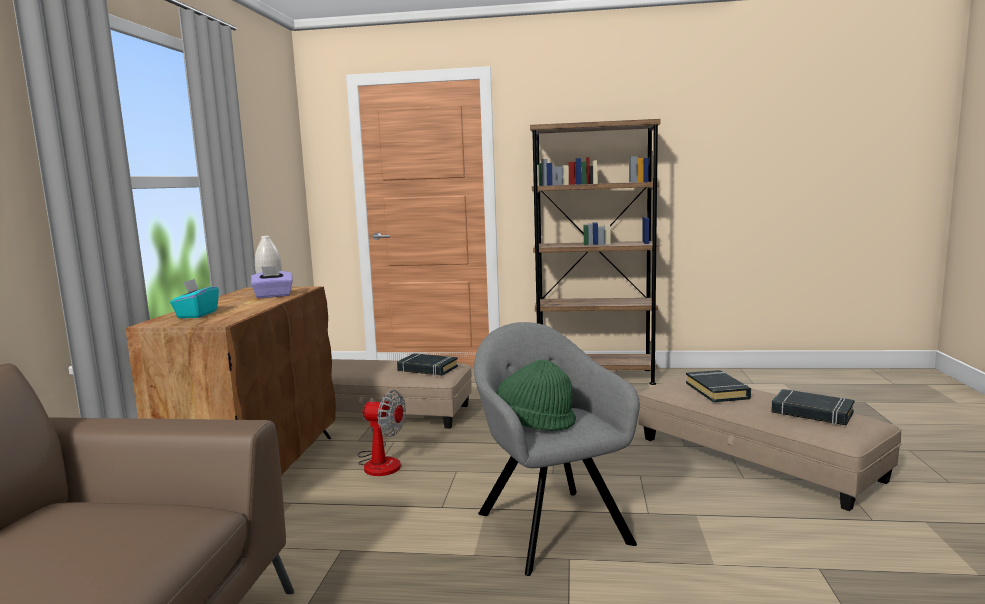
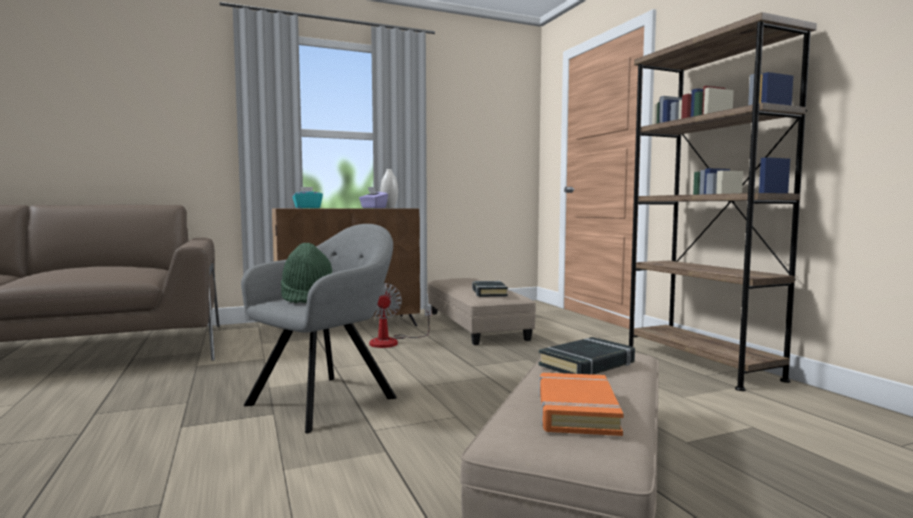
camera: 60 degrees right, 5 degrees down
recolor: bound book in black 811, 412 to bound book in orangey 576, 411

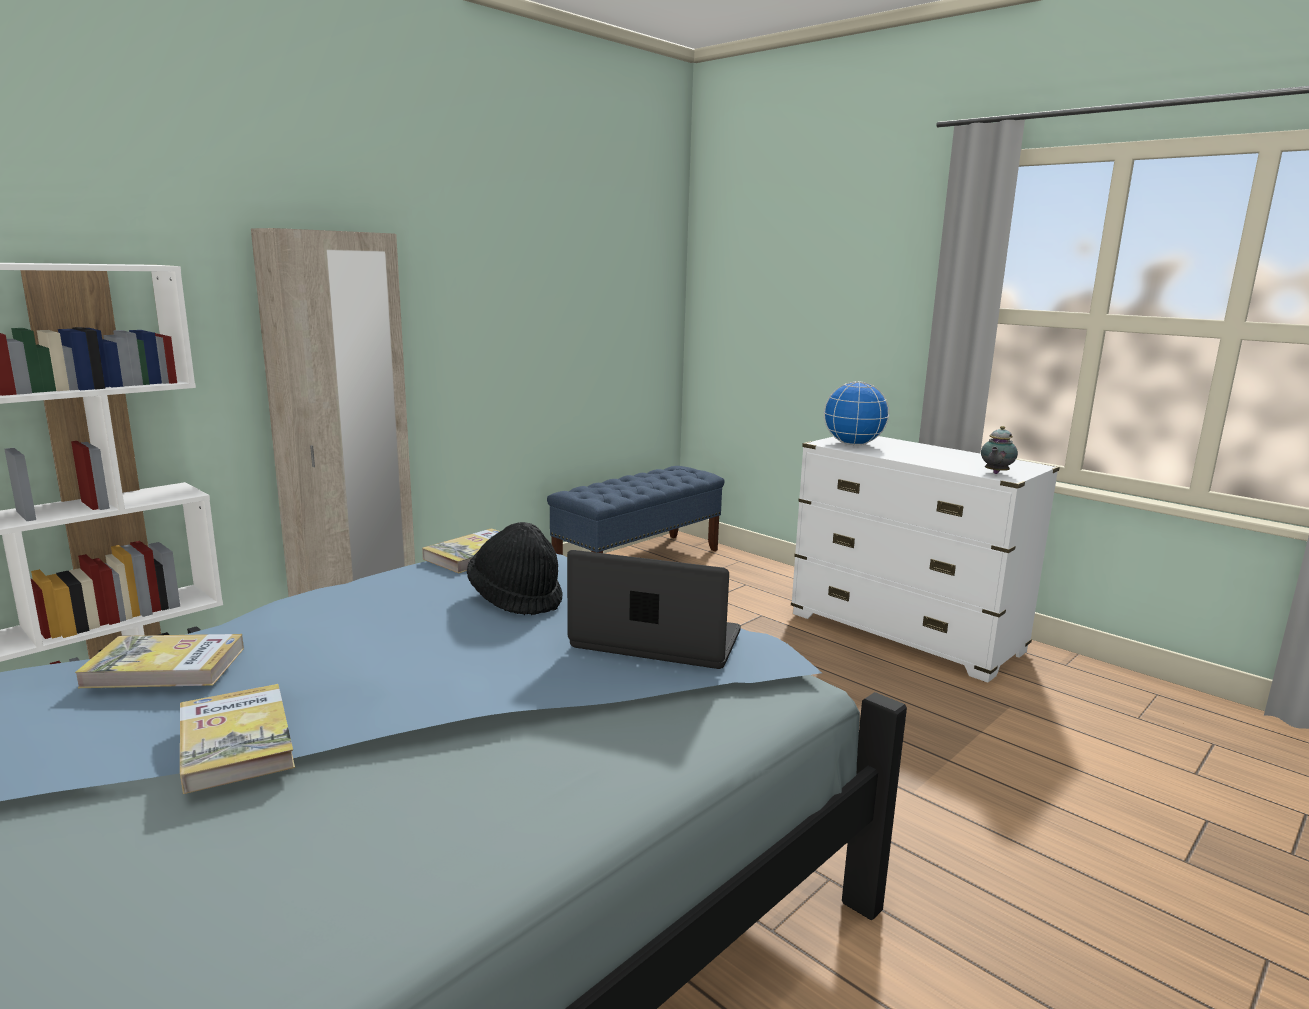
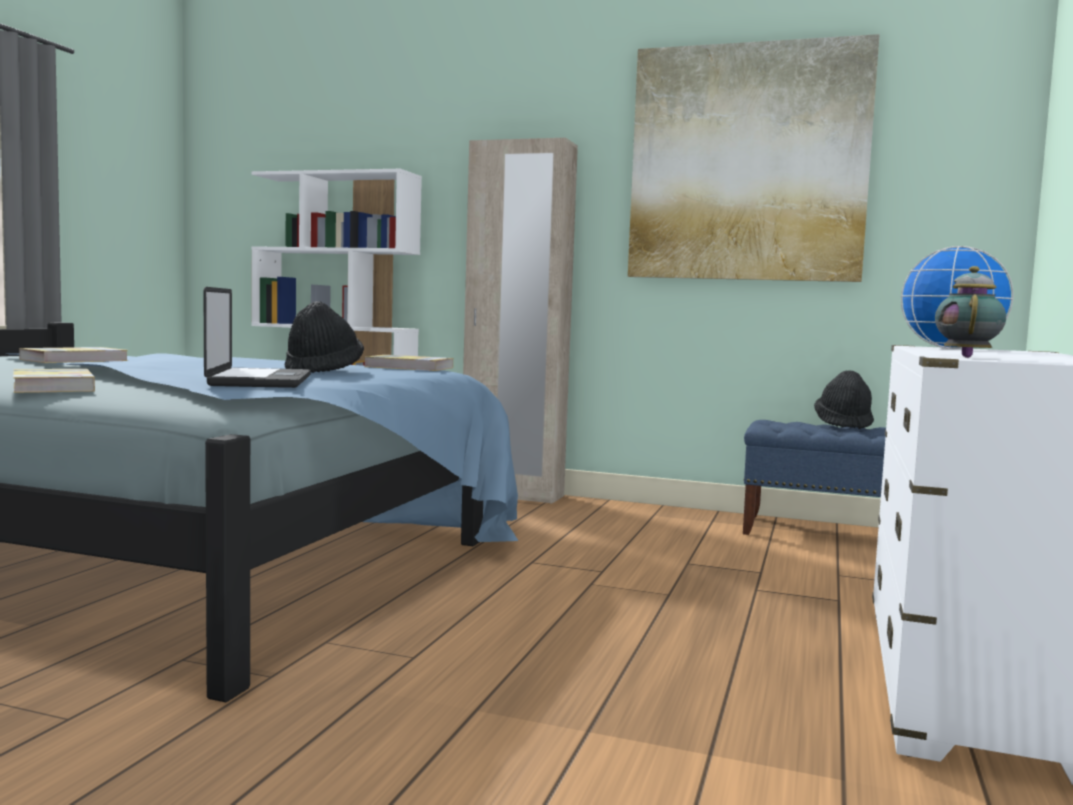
camera: 65 degrees right, 10 degrees down
insert: wall art 747, 163; clothing hat in black 843, 424
move: bound book 165, 667 to 53, 387
rotate: tea pot 995, 473 = 967, 357 105 degrees clockwise

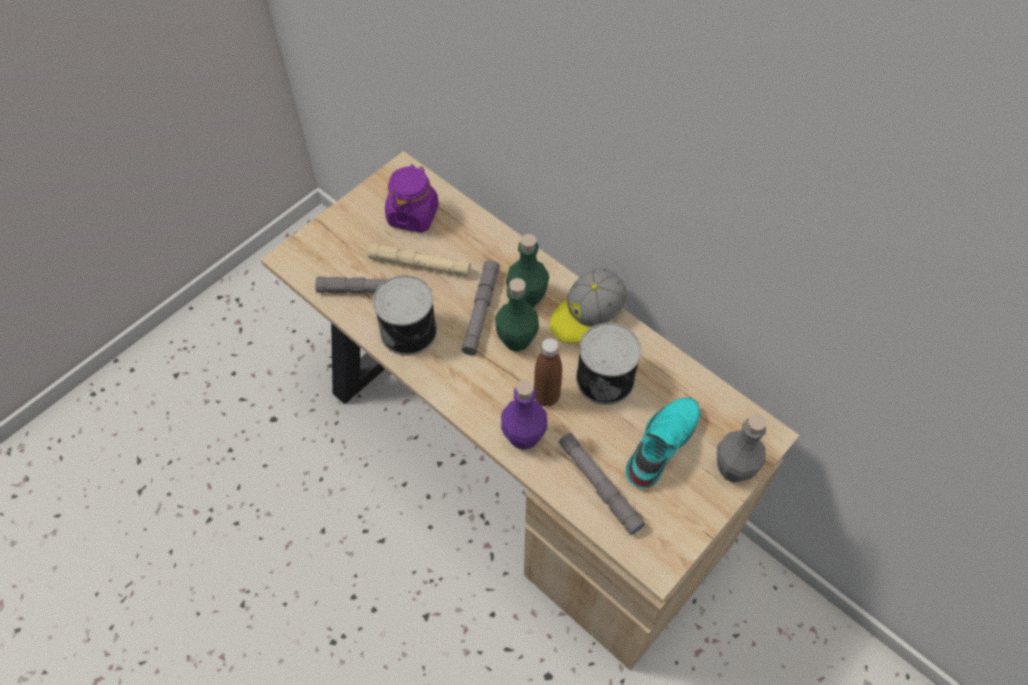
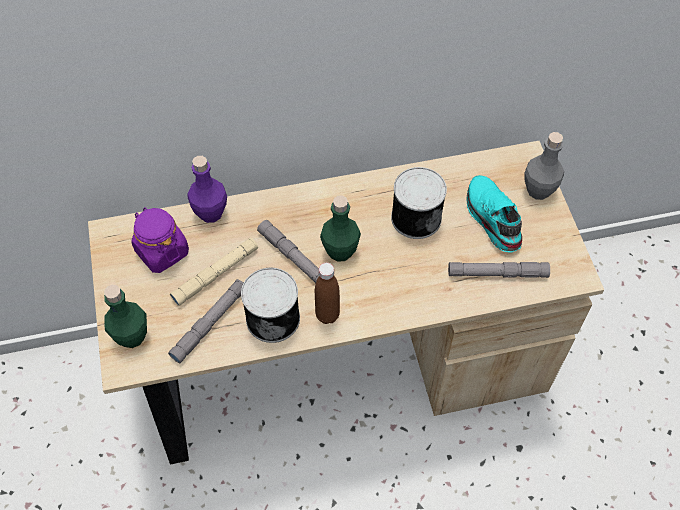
camera: 55 degrees left, 0 degrees up
delete: cap 587, 315
move: beverage bottle in purplish 523, 436 to 211, 213; beverage bottle in greenish 527, 297 to 132, 336; beverage bottle in brown-coloured 546, 396 to 327, 315

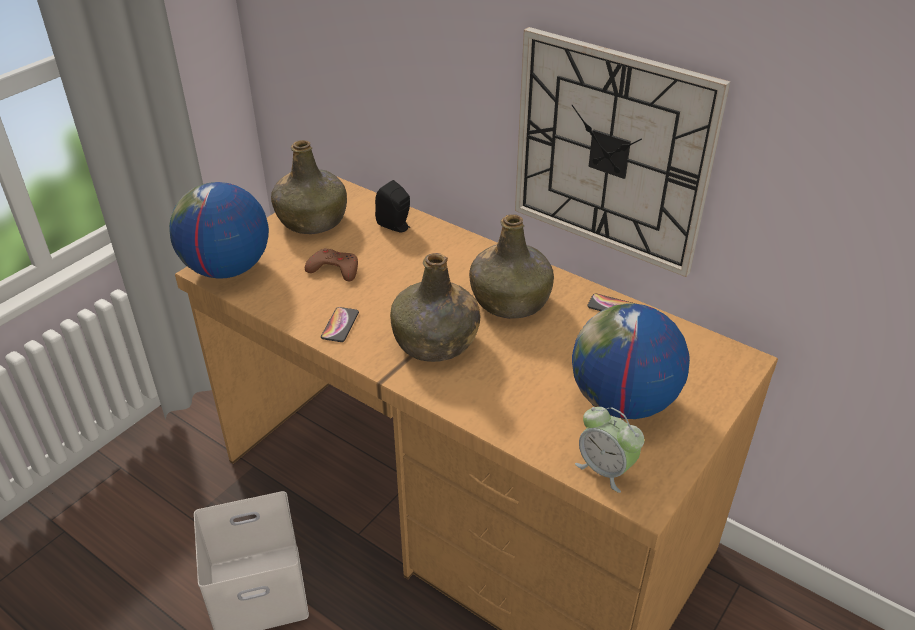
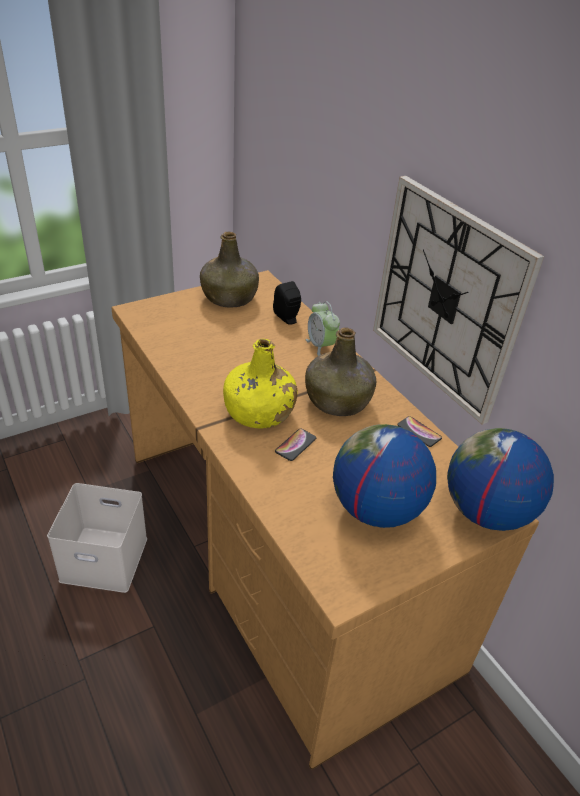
camera: 20 degrees right, 0 degrees up
delete: gamepad in brown-coloured 334, 269
move: desk globe 227, 269 to 486, 512; phone 340, 325 to 295, 445; bedside clock 605, 469 to 321, 346
recolor: beverage bottle in greenish 435, 342 to beverage bottle in yellowish 259, 412

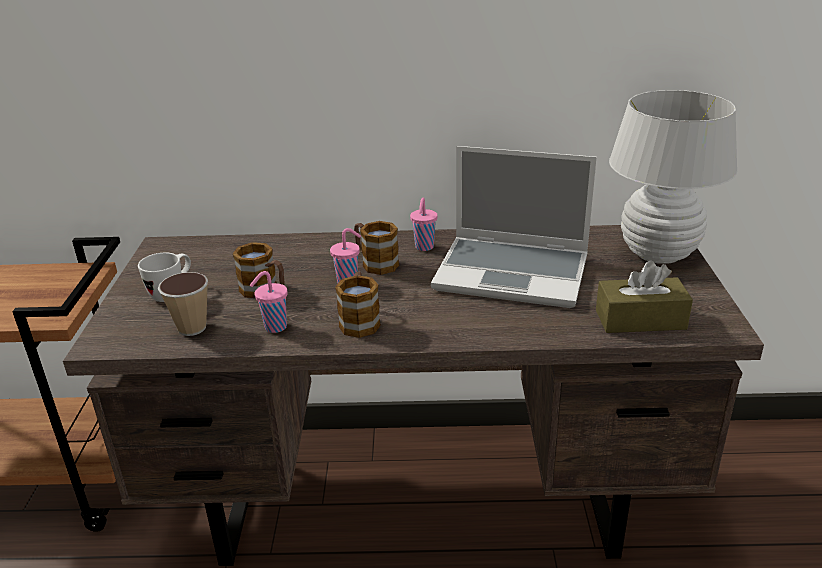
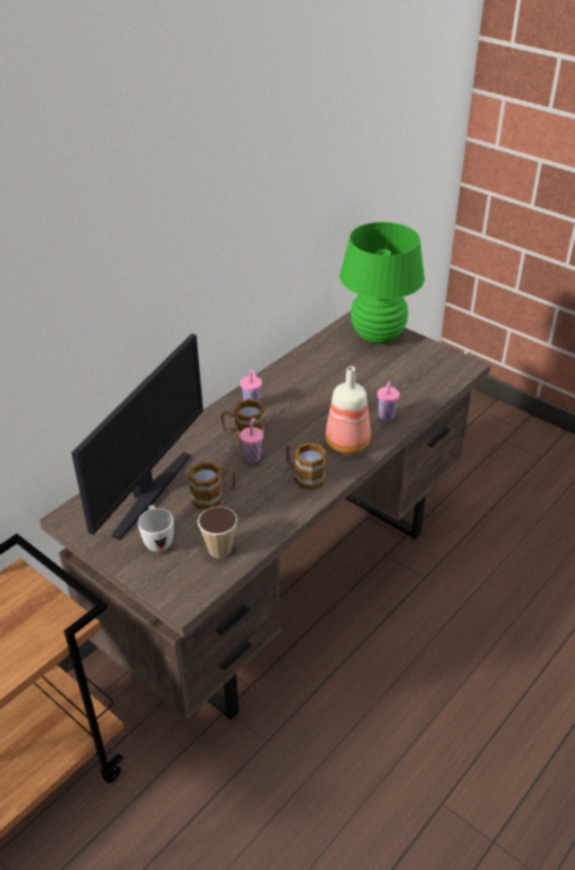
camera: 50 degrees left, 10 degrees up
delete: laptop 514, 273; tissue holder in brown-coloured 640, 319
insert: computer screen 149, 493; beverage bottle 347, 442
move: drinking cup in pink 274, 327 to 386, 417
recolor: lamp for a table in white 658, 254 to lamp for a table in greenish 377, 335

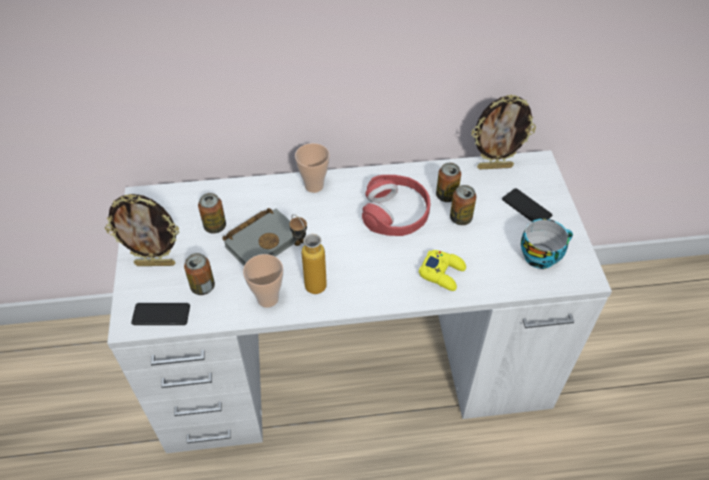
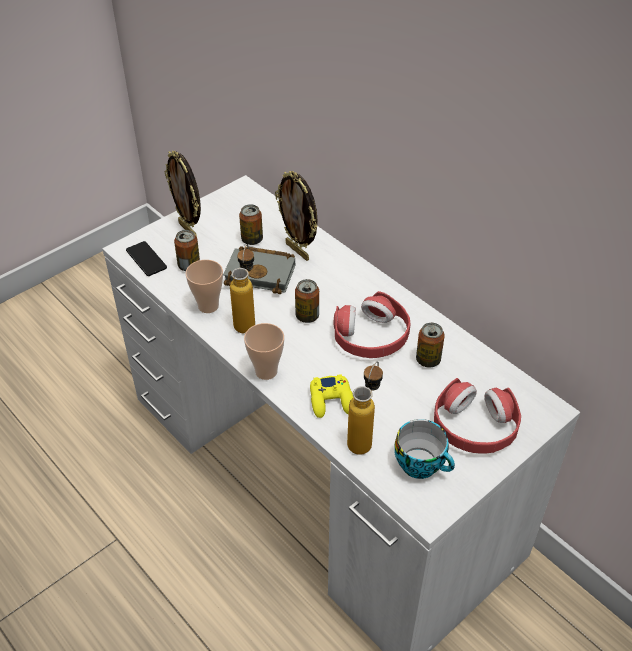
camera: 55 degrees right, 5 degrees down
insert: beverage bottle 364, 438
move: drinking cup 314, 186 to 266, 371; metal can 460, 218 to 307, 316; standing frame 494, 166 to 298, 251
replace: phone 526, 207 to pair of headphones in reddish 474, 426

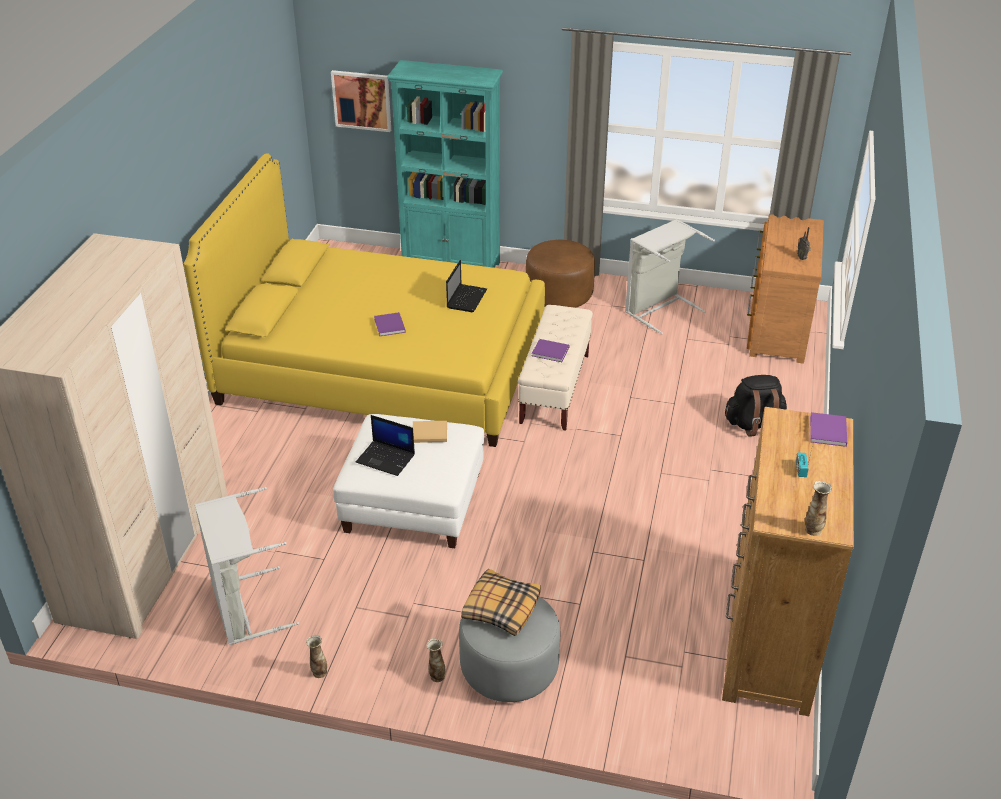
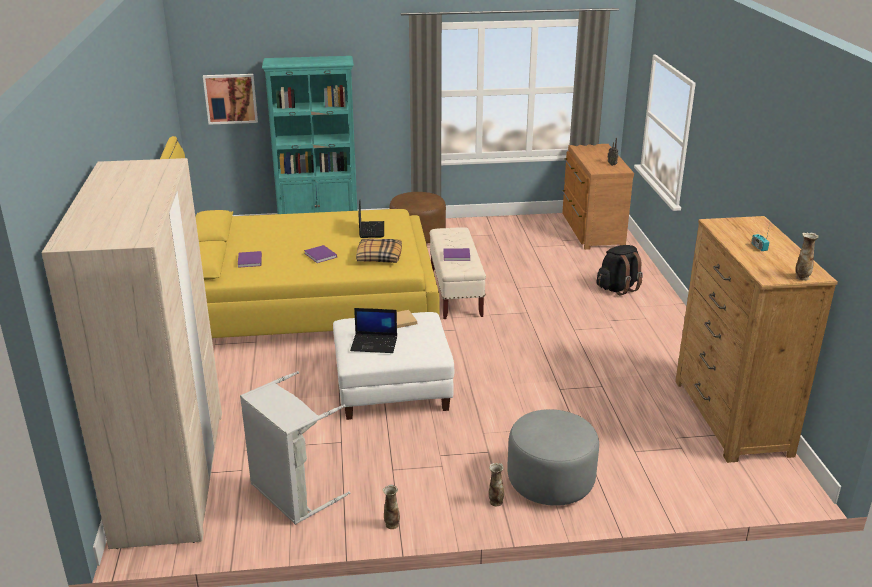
camera: 20 degrees left, 10 degrees down
delete: washing basket in gray 659, 309
move: cushion 500, 608 to 379, 257; bound book in purplish 828, 432 to 249, 261

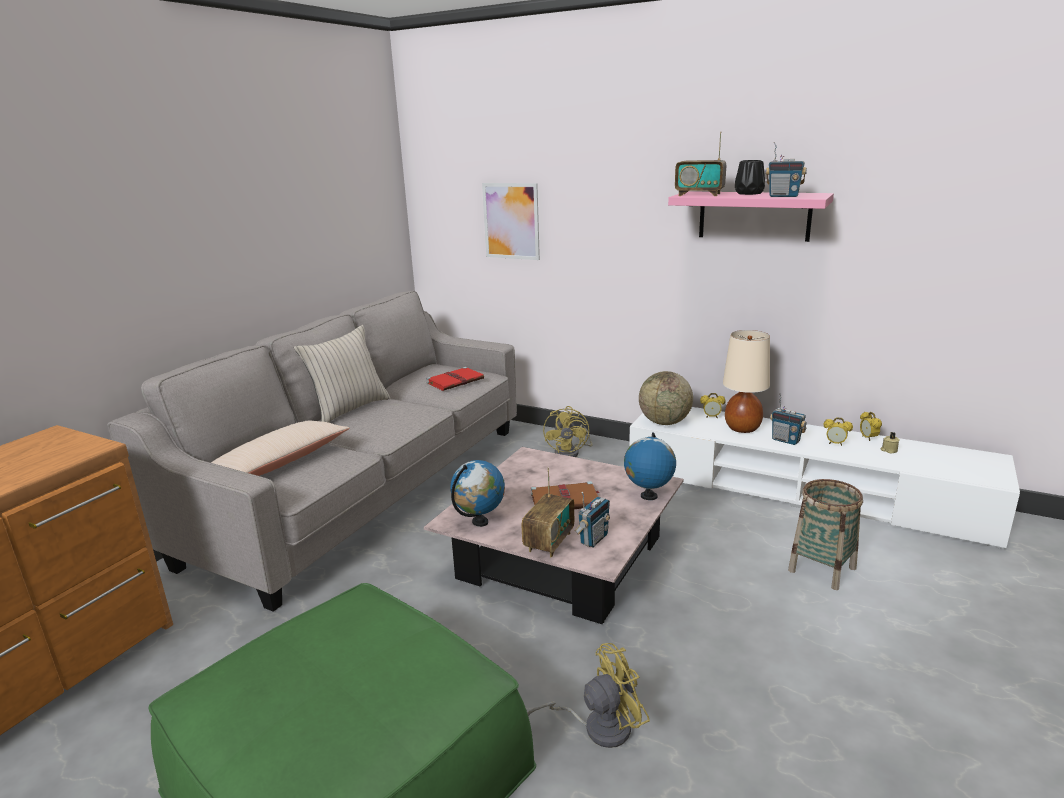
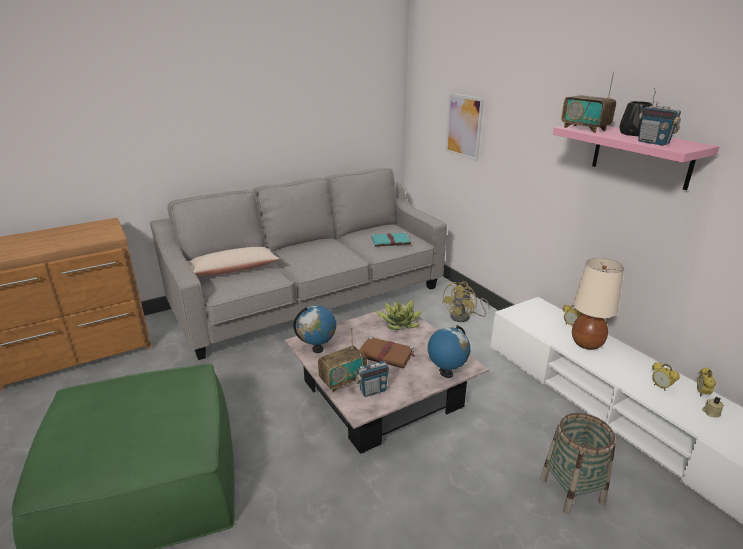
camera: 30 degrees right, 5 degrees up
delete: cushion in beige-coloured 349, 409; fan in yellowish 598, 727; desk globe 664, 422; radio receiver 786, 440
insert: plant in a pot 399, 324
recolor: bound book in reddish 456, 381 to bound book in turquoise 391, 241

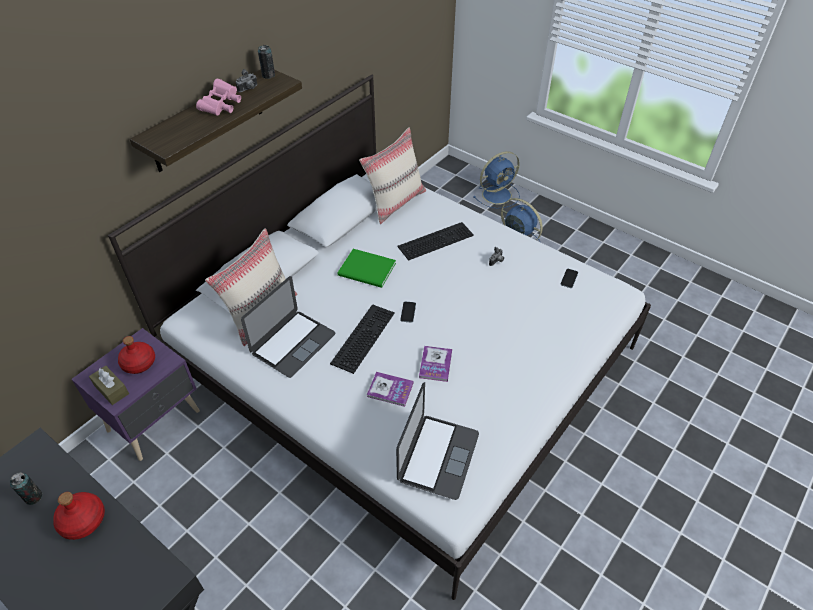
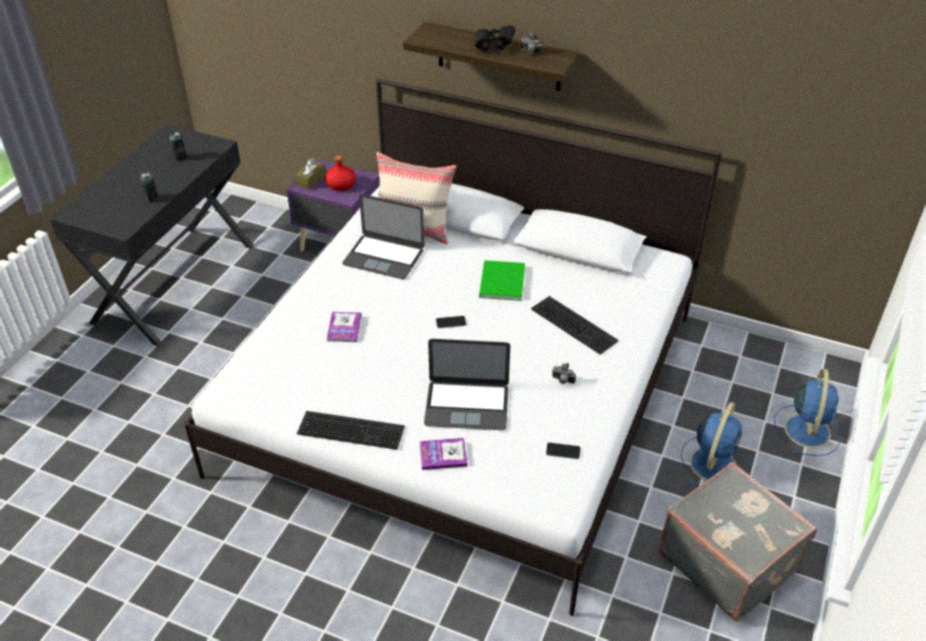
camera: 75 degrees right, 5 degrees down
delete: beverage bottle in reddish 83, 520; cushion in beige-coloured 395, 202
insert: piece of luggage in gray 728, 560
move: metal can 268, 75 to 152, 198; PC keyboard 362, 336 to 352, 429; laptop 438, 456 to 467, 405; bound book 435, 364 to 443, 455
recolor: field glasses in pink 222, 106 to field glasses in black 493, 47
rotate: fan in blue-coloured 498, 194 = 807, 429 120 degrees counterclockwise

